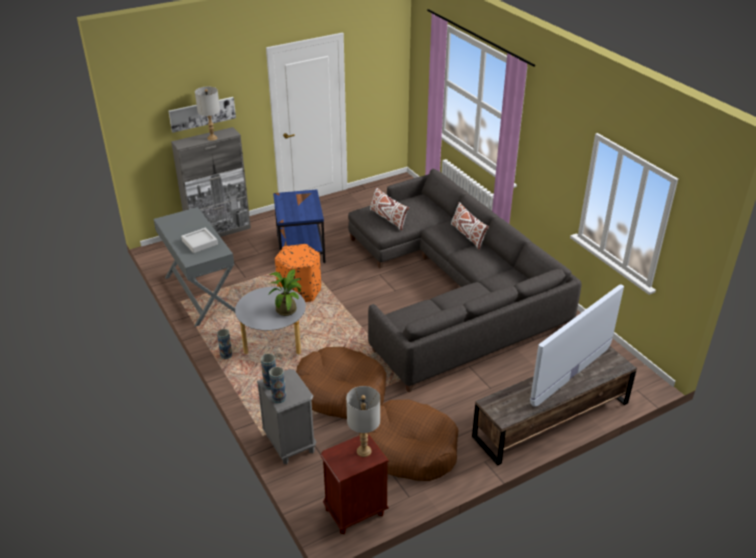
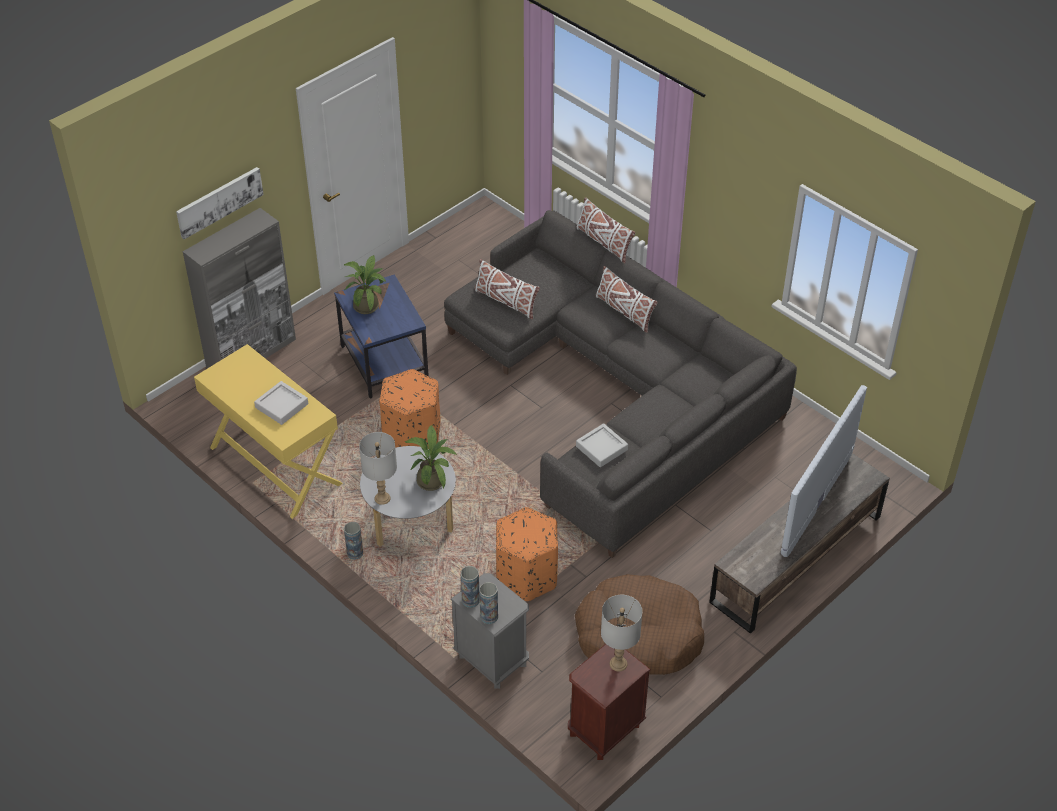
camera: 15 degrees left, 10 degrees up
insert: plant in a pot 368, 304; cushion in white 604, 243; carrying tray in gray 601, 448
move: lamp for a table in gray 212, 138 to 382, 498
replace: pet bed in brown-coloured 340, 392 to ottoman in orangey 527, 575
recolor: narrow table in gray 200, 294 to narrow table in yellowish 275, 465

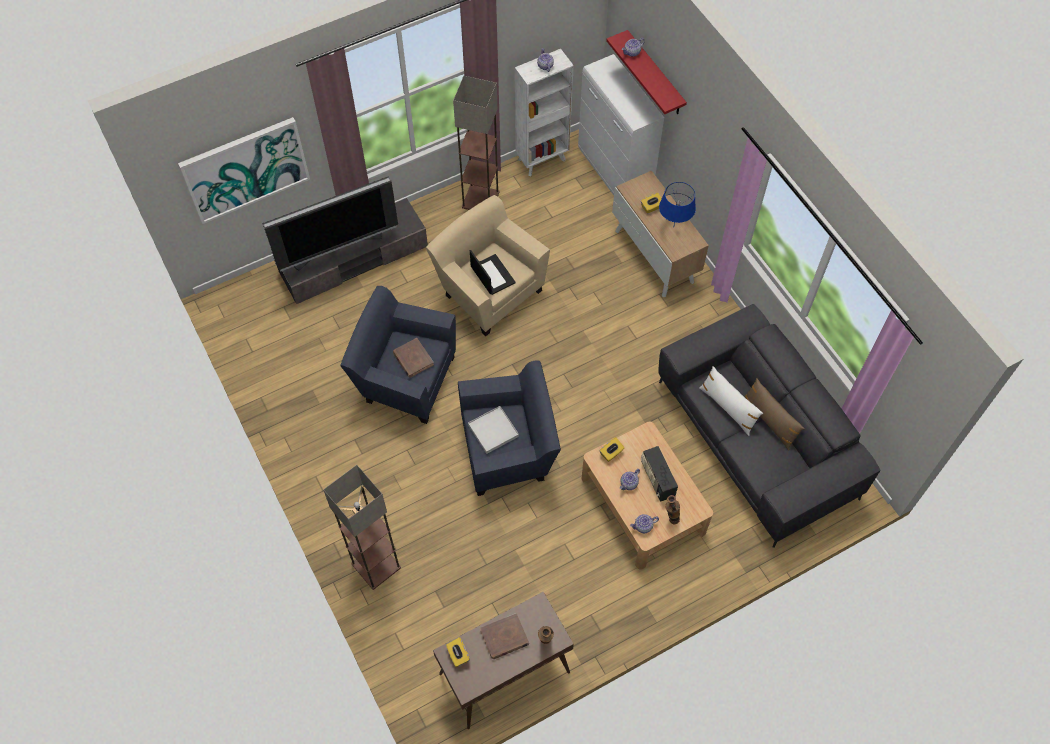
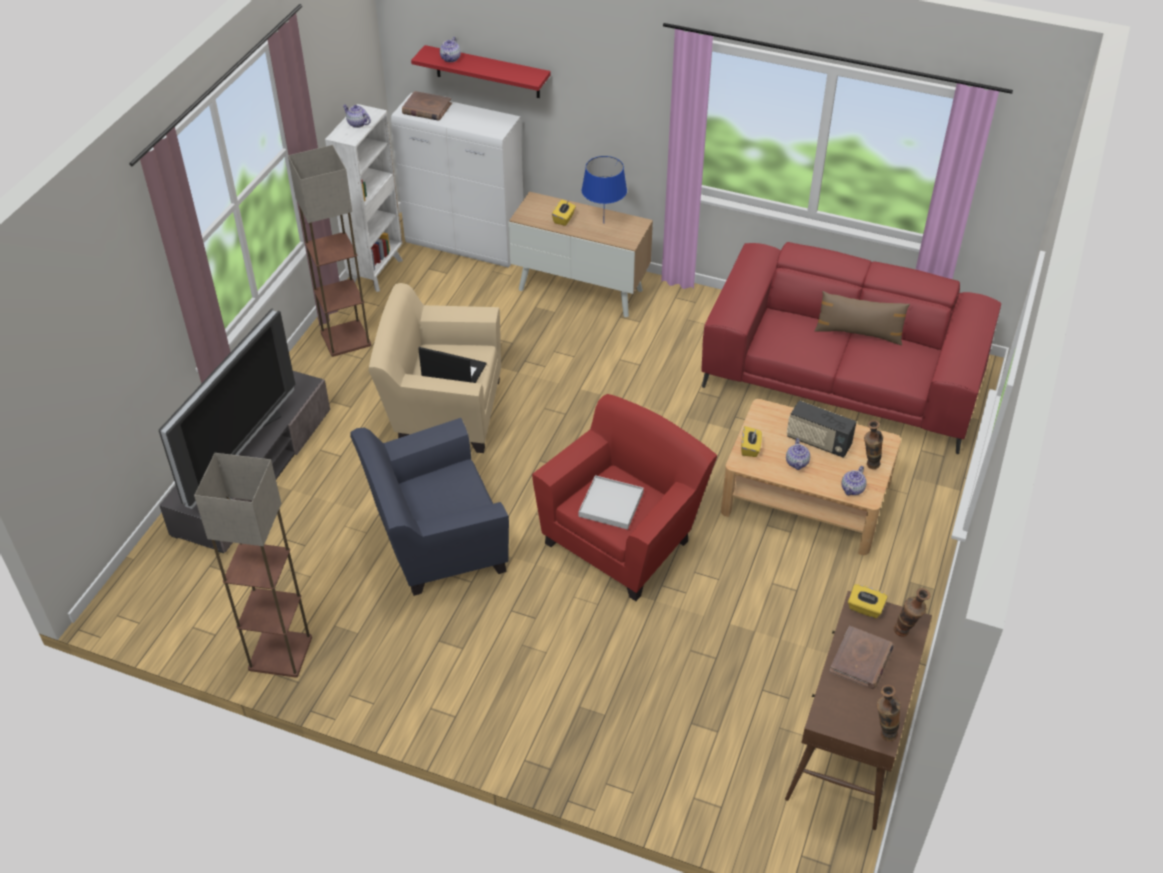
camera: 40 degrees left, 15 degrees down
delete: wall art 245, 169; cushion in white 728, 408
insert: vase 883, 734
move: standard lamp 375, 565 to 279, 654; bound book in brown-coloured 413, 359 to 426, 108; tissue holder in yellowish 458, 655 to 865, 608
recolor: easy chair in blue-coloured 509, 451 to easy chair in reddish 623, 538; settee in gray 755, 440 to settee in reddish 842, 379

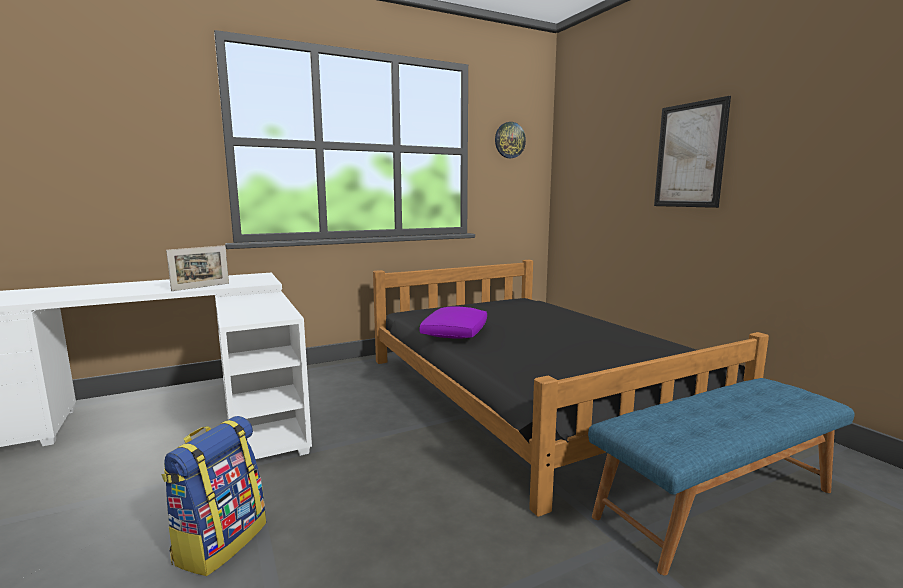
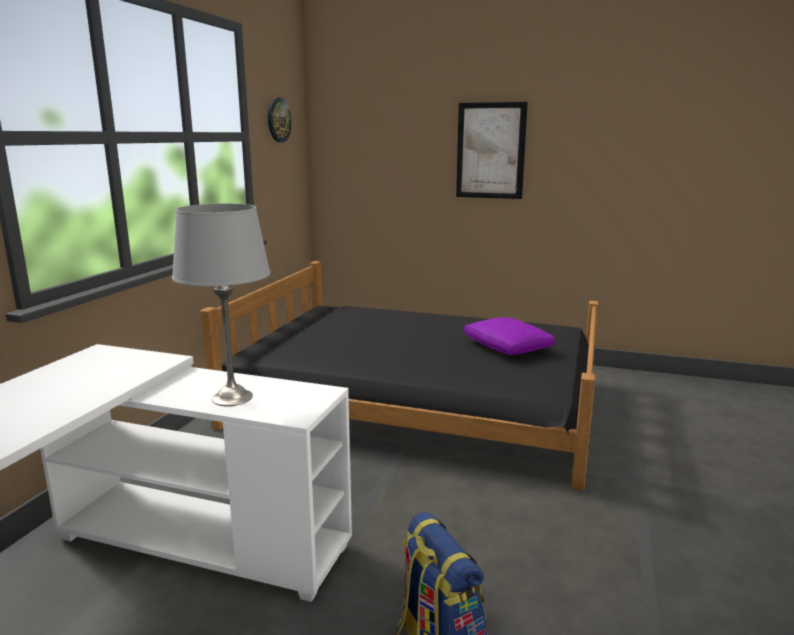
camera: 45 degrees left, 5 degrees up
delete: standing frame 201, 287; bench in blue-coloured 714, 502
insert: lamp for a table in gray 232, 398
move: cushion in purplish 455, 333 to 506, 347

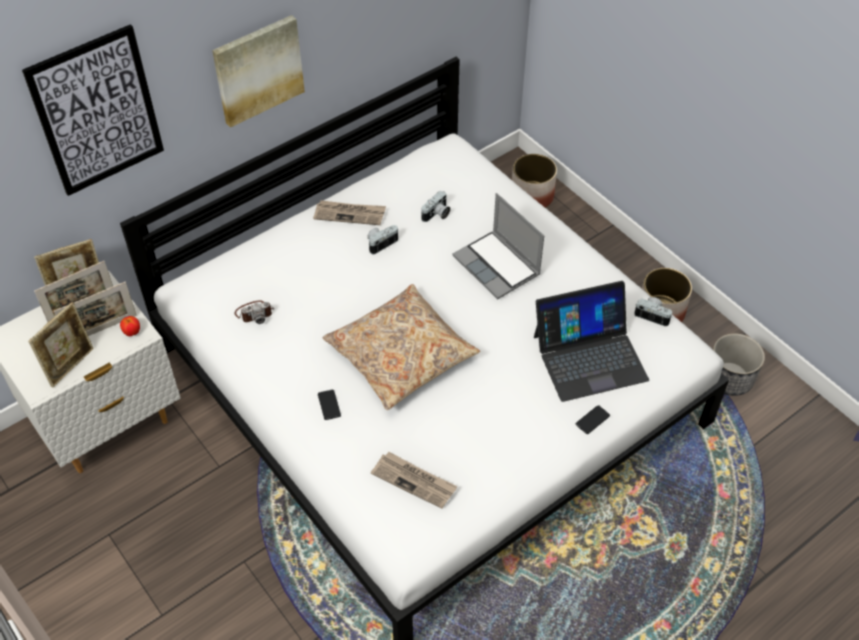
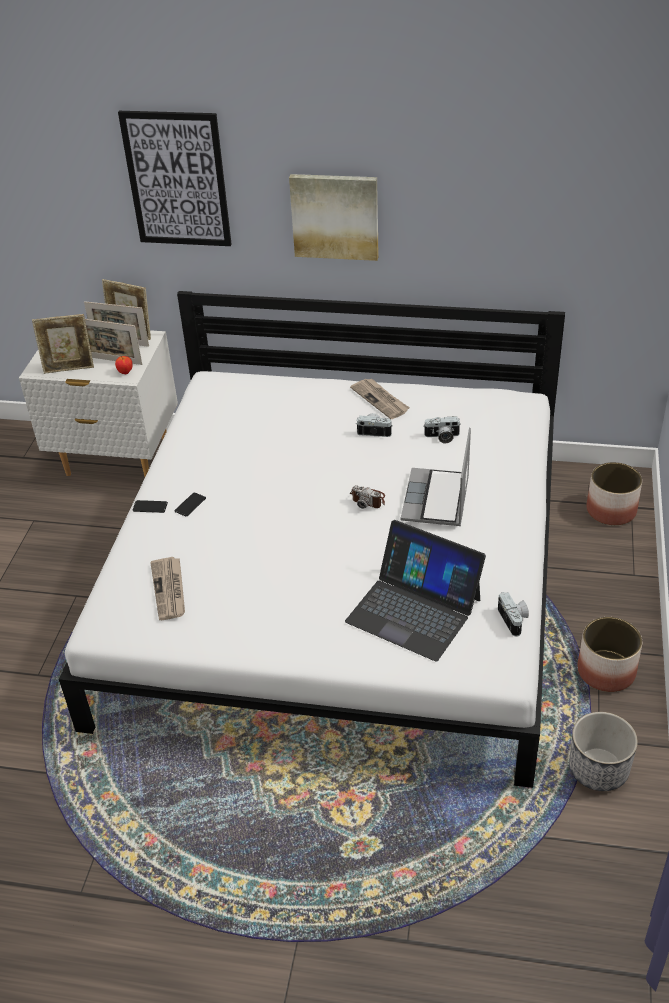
camera: 50 degrees right, 10 degrees down
delete: cushion in beige-coloured 400, 355
move: photo camera 254, 313 to 368, 499; phone 592, 420 to 150, 507

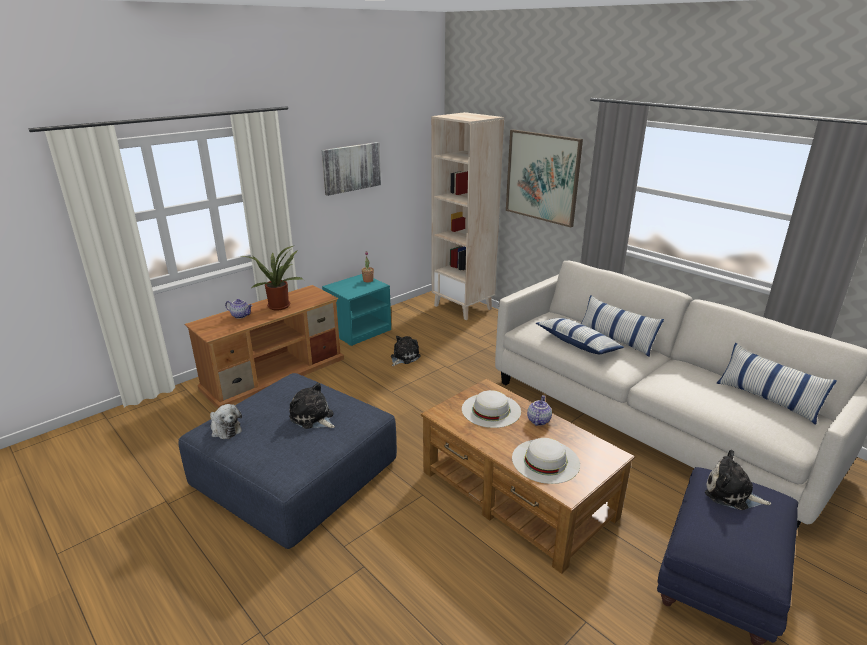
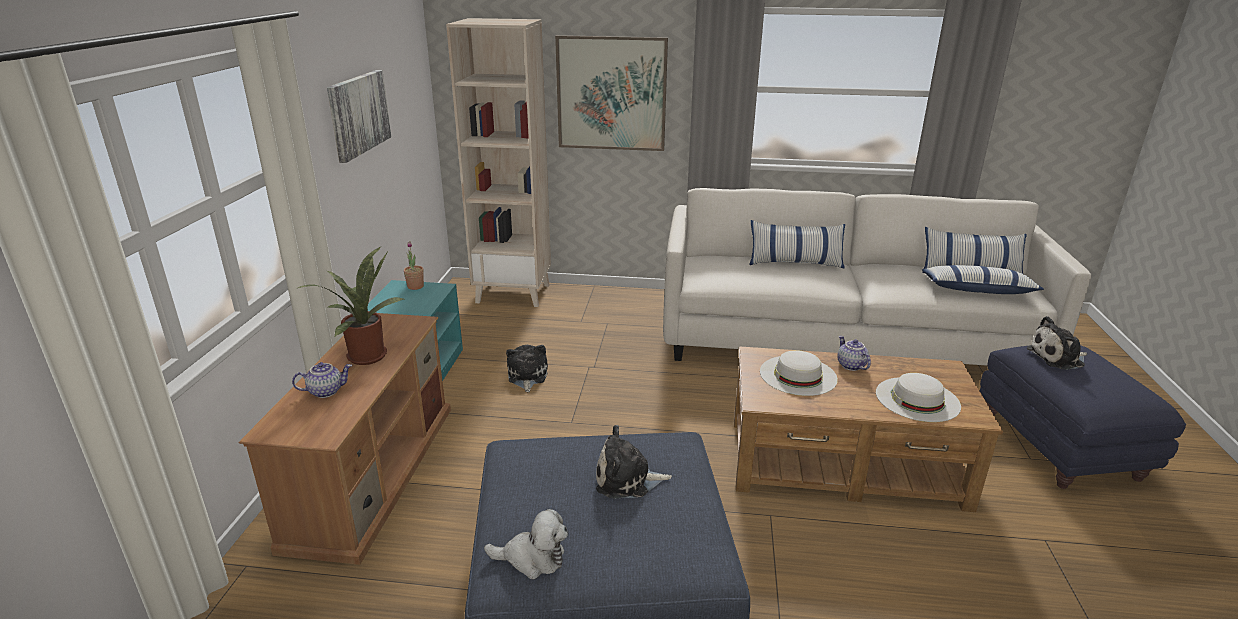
camera: 40 degrees left, 0 degrees up
move: cushion 577, 343 to 977, 290

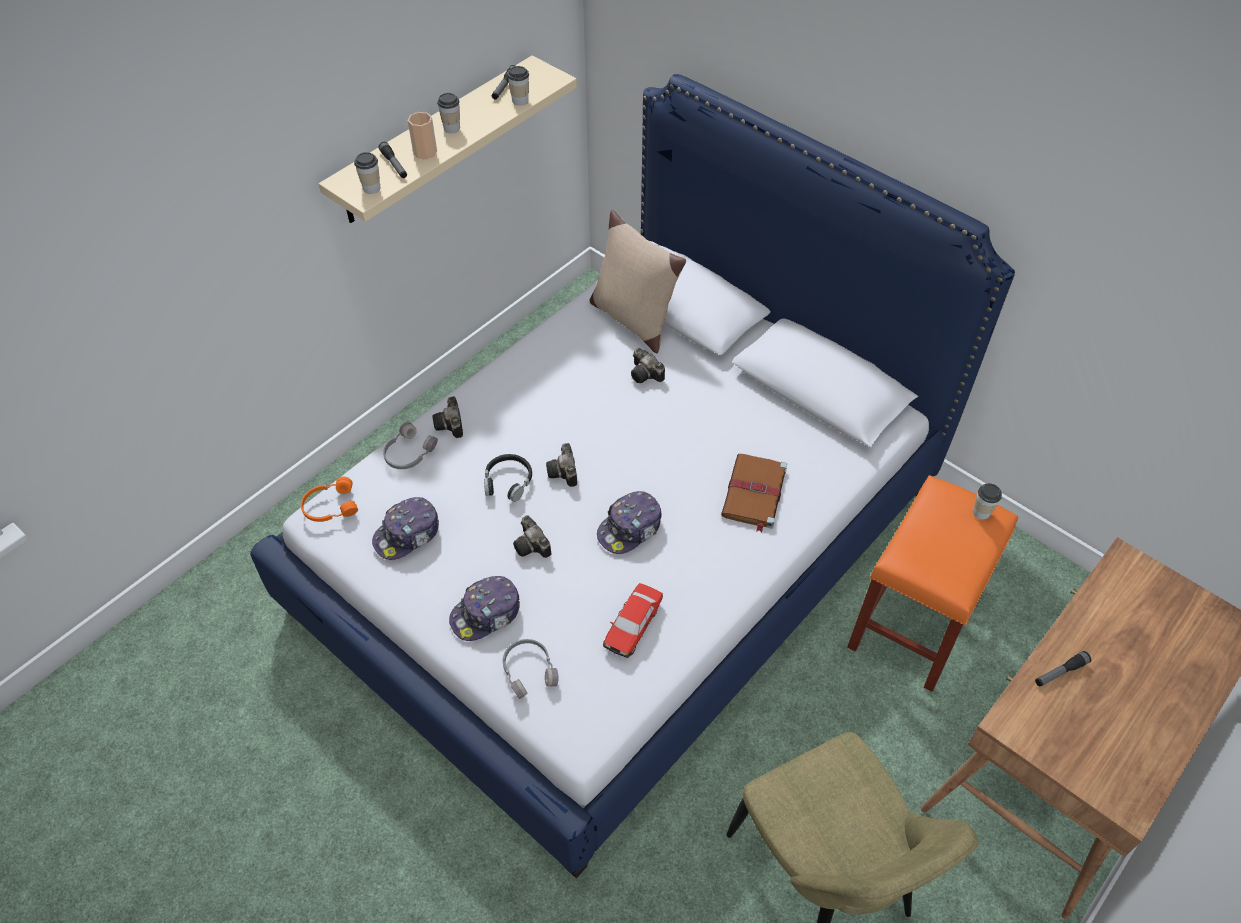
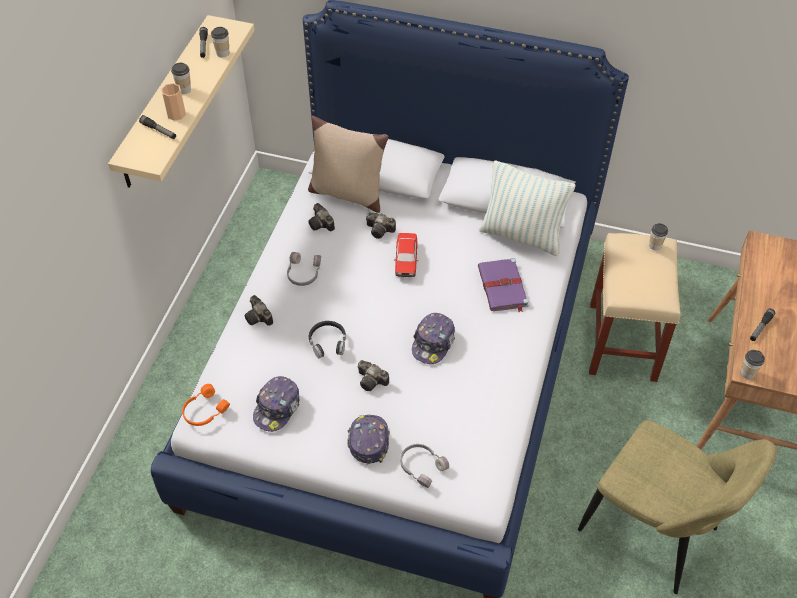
camera: 25 degrees left, 0 degrees up
insert: cushion 522, 235
move: drinking cup 371, 188 to 747, 373; pair of headphones in gray 408, 453 to 303, 273; photo camera 564, 473 to 321, 224; model car 633, 625 to 406, 259
recolor: bound book in brown-coloured 754, 494 to bound book in purplish 503, 287; stool in orangey 914, 622 to stool in beige-coloured 622, 340
rotate: cap 486, 614 = 368, 440 150 degrees clockwise

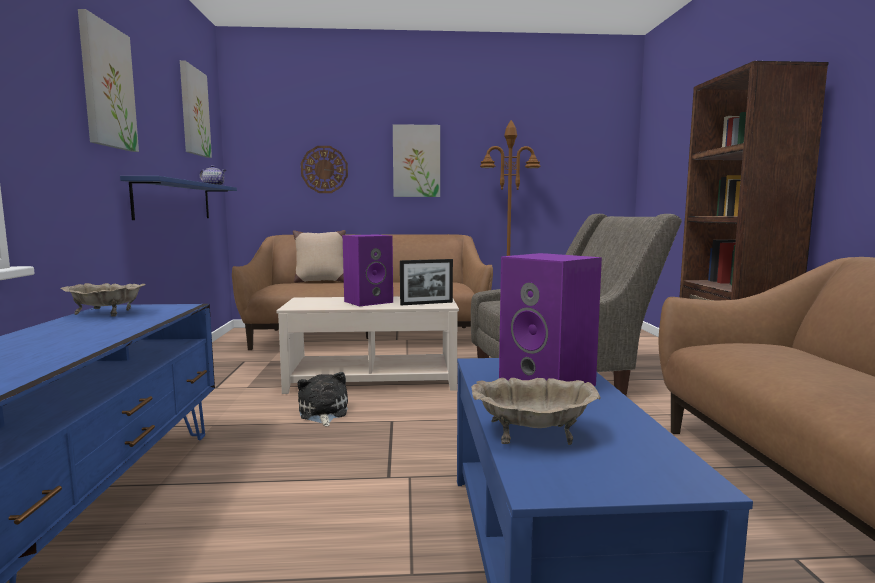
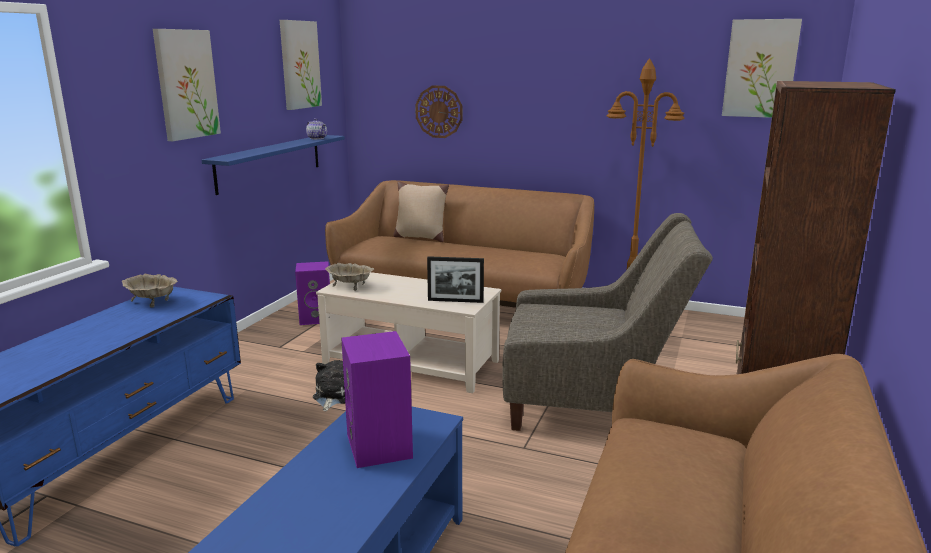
camera: 25 degrees right, 10 degrees up
move: audio speaker in purplish 369, 302 to 317, 318; wall art 416, 161 to 760, 68; deep dish in beige-coloured 533, 434 to 350, 286

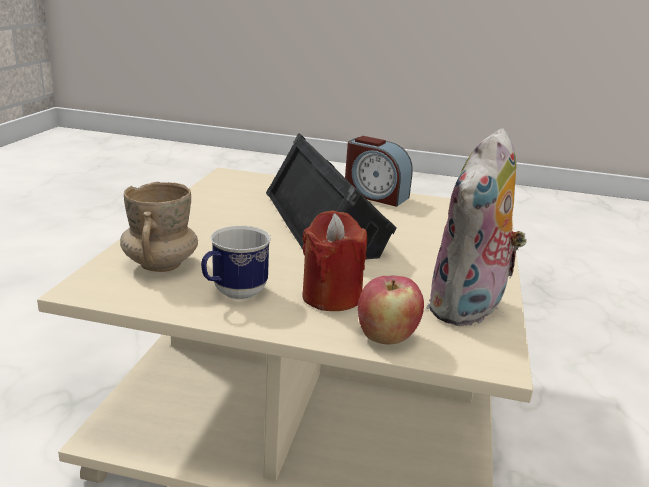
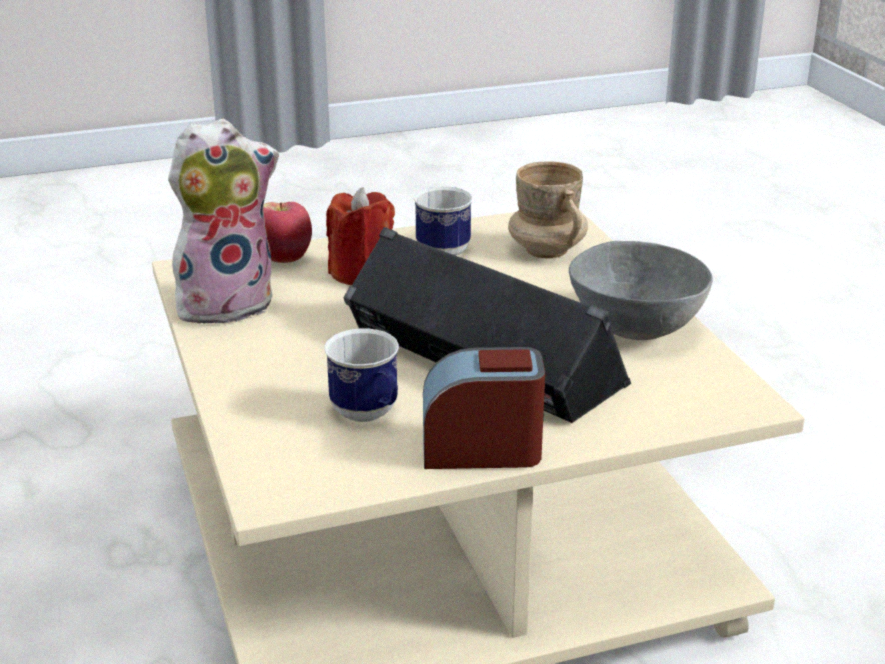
camera: 150 degrees right, 5 degrees up
insert: mug 369, 415; deep dish in gray 635, 329
rotate: plush toy 468, 310 = 227, 303 60 degrees clockwise

